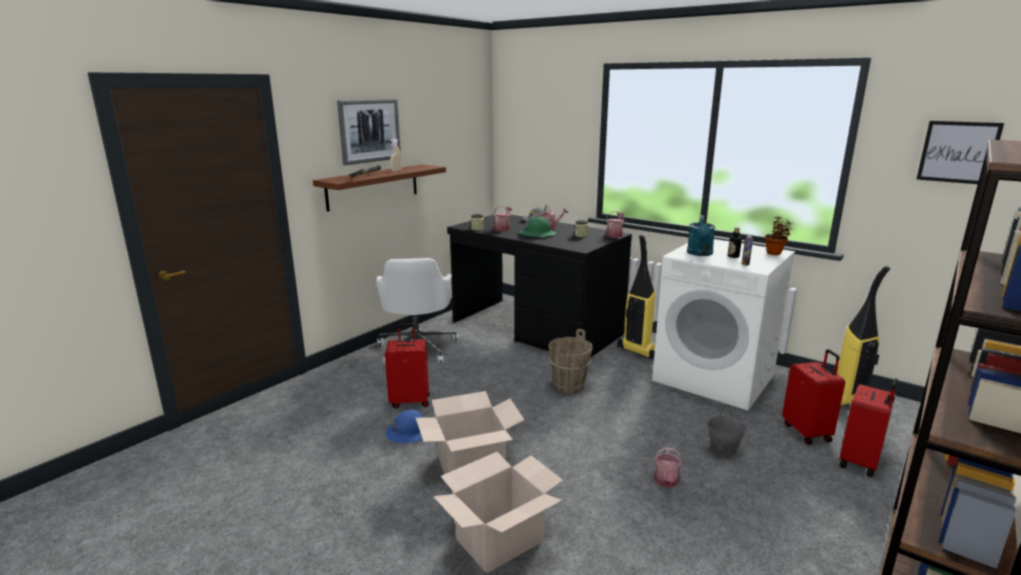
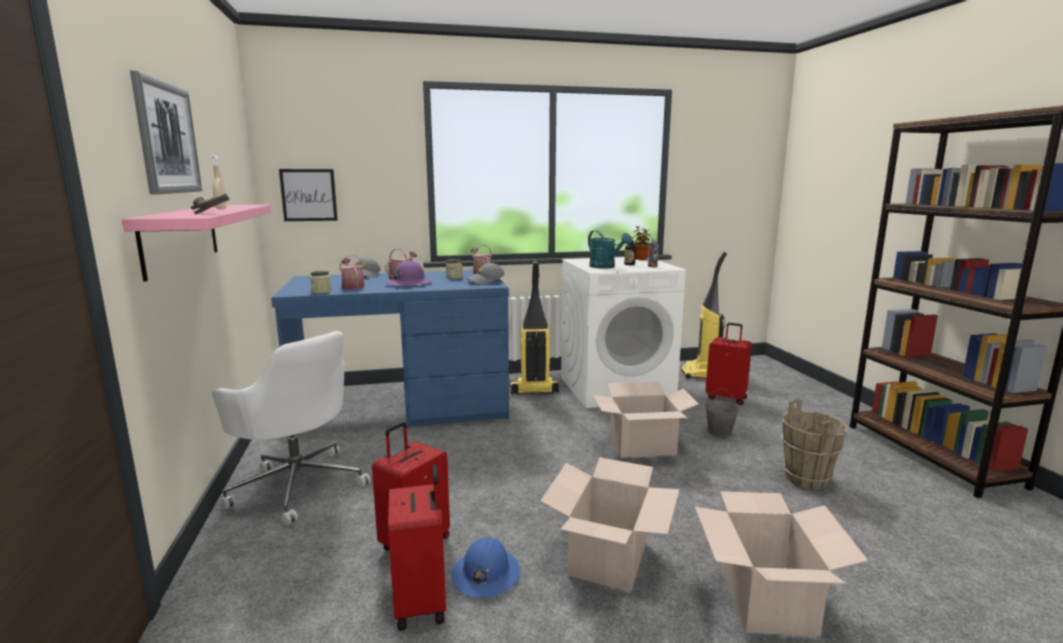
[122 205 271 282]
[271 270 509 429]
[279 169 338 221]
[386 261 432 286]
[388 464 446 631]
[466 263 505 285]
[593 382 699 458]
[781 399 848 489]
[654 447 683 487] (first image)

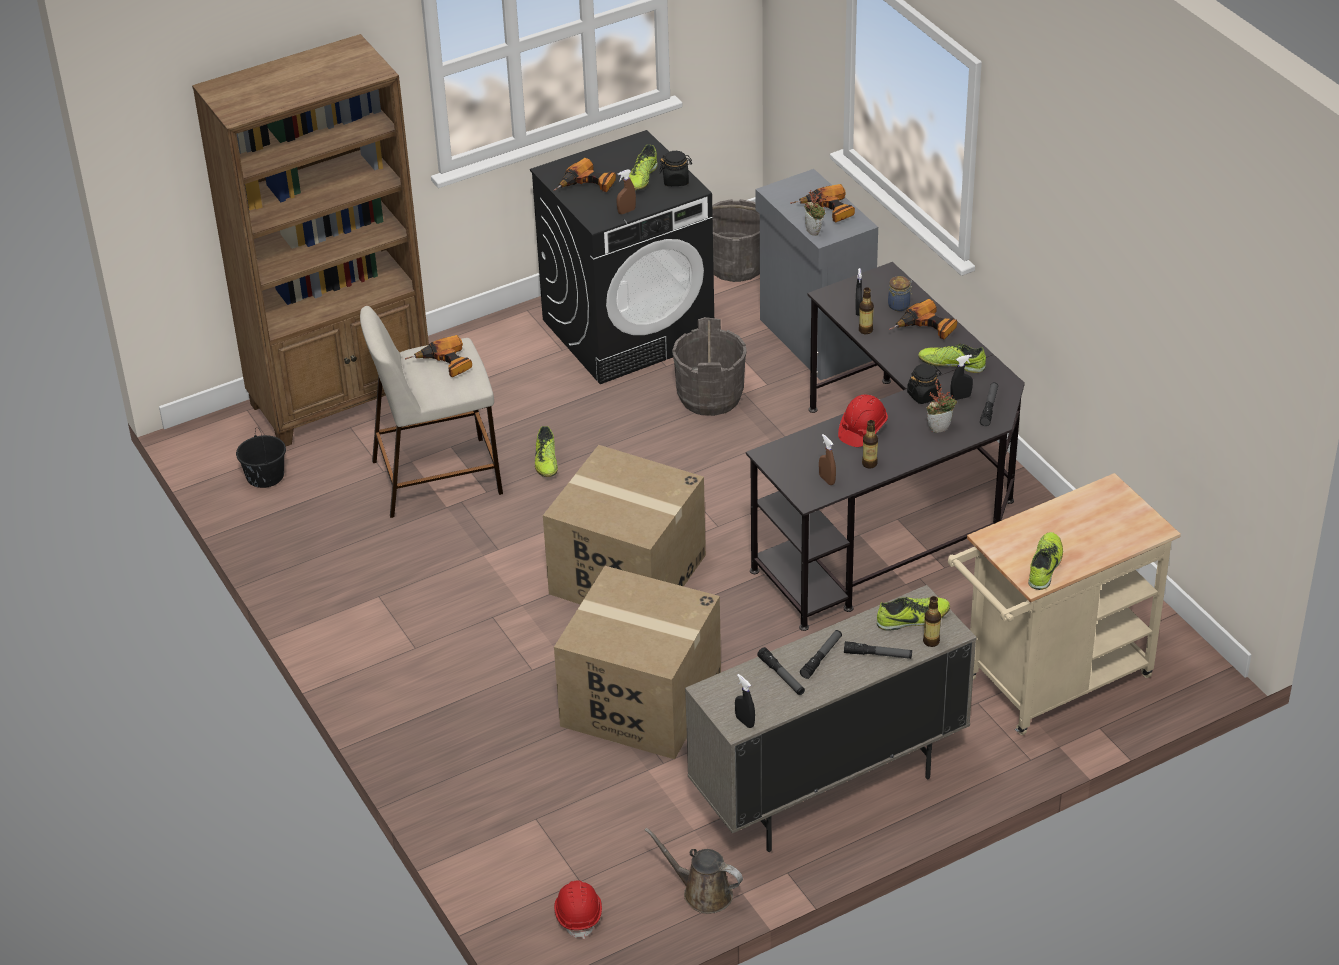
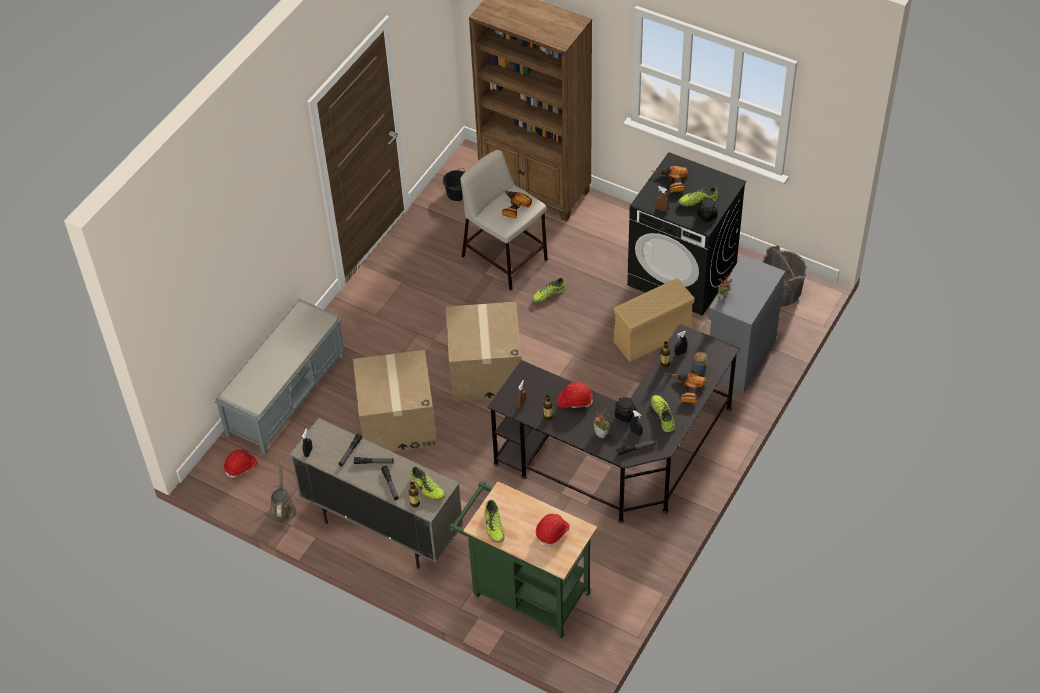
[215 299 345 455]
[449 481 597 638]
[485 500 505 543]
[536 514 570 547]
[613 278 695 362]
[791 184 855 222] (first image)

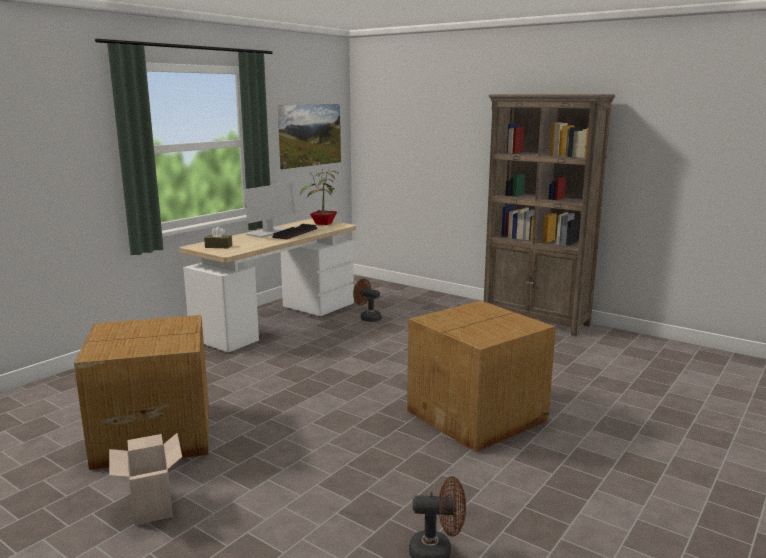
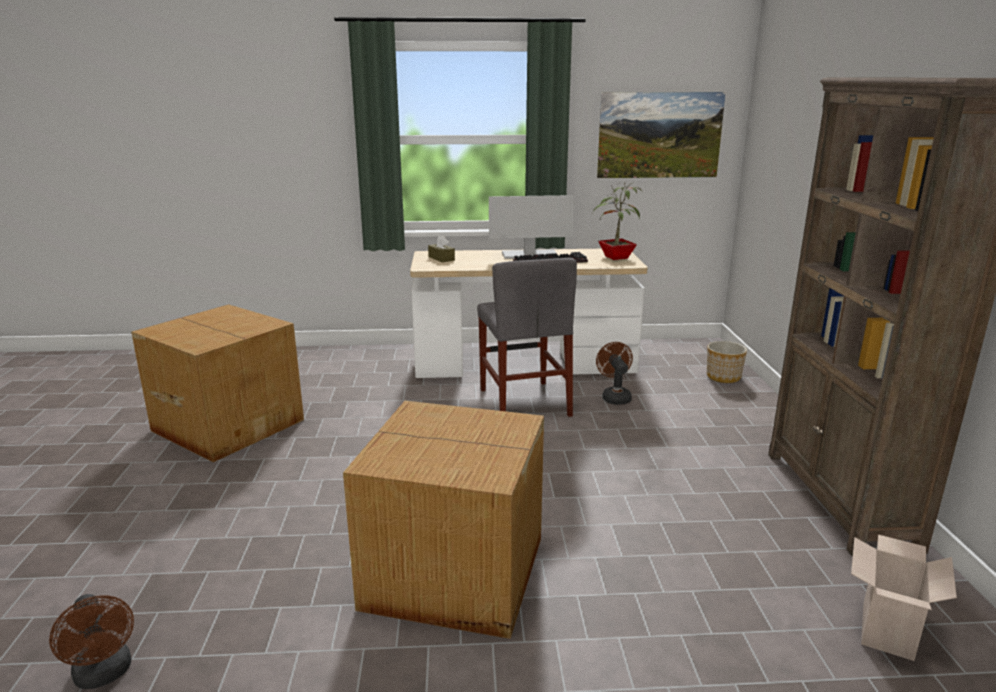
[477 258 577 417]
[707 341 747 383]
[851 535 957 661]

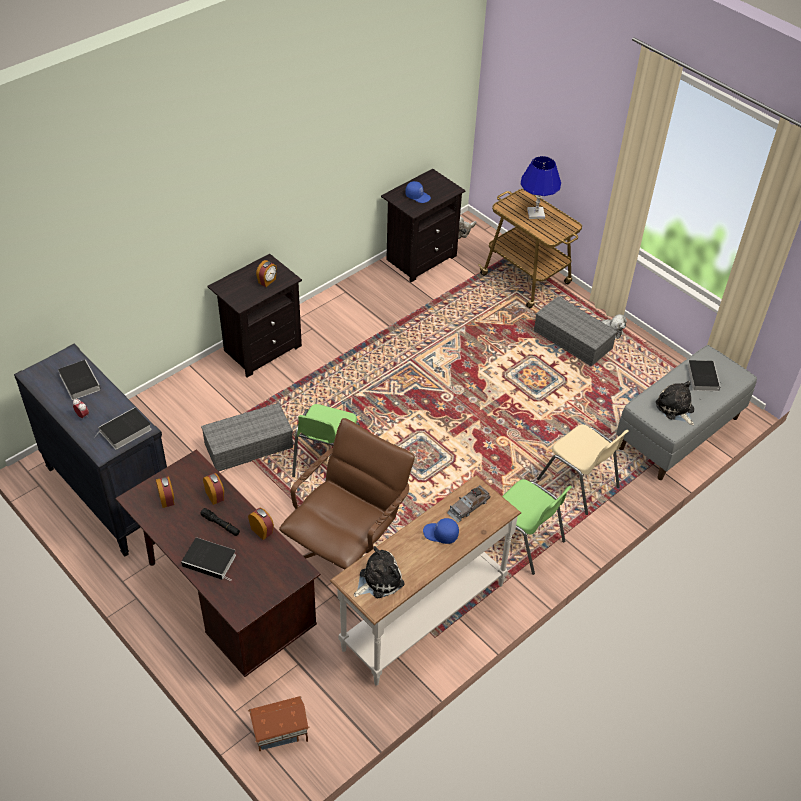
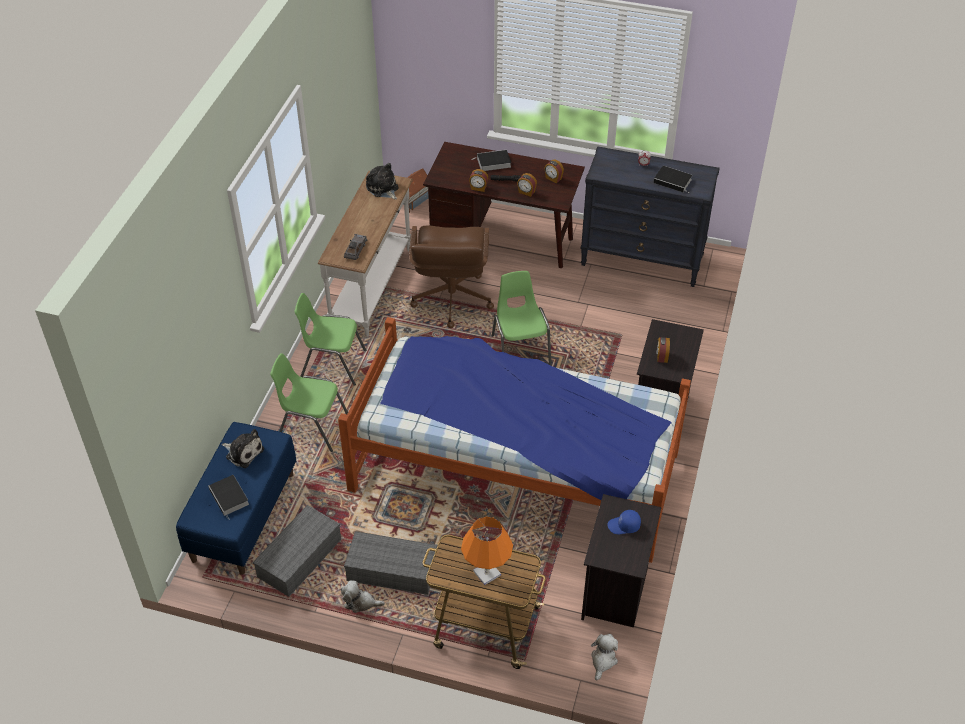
[176 422 296 575]
[253 505 341 597]
[270 353 348 452]
[338 317 691 563]
[366 163 399 200]
[461 517 513 585]
[94 407 152 450] (first image)
[423 518 459 544] (first image)

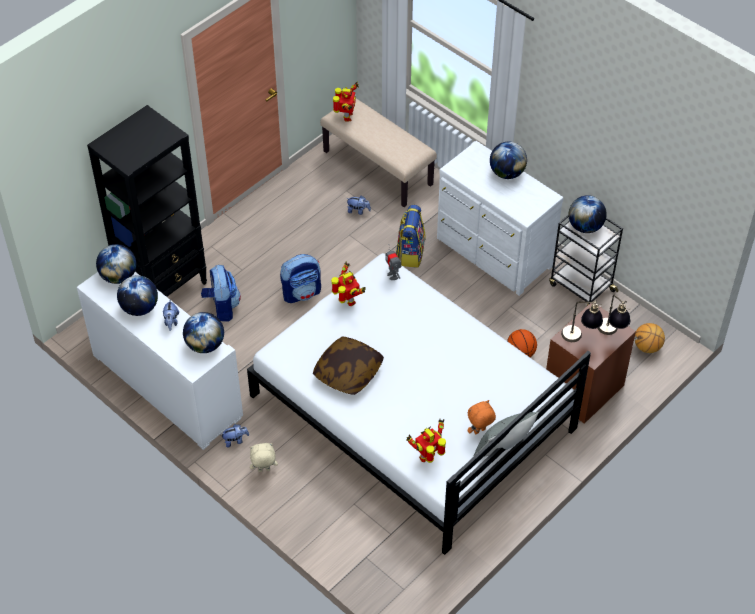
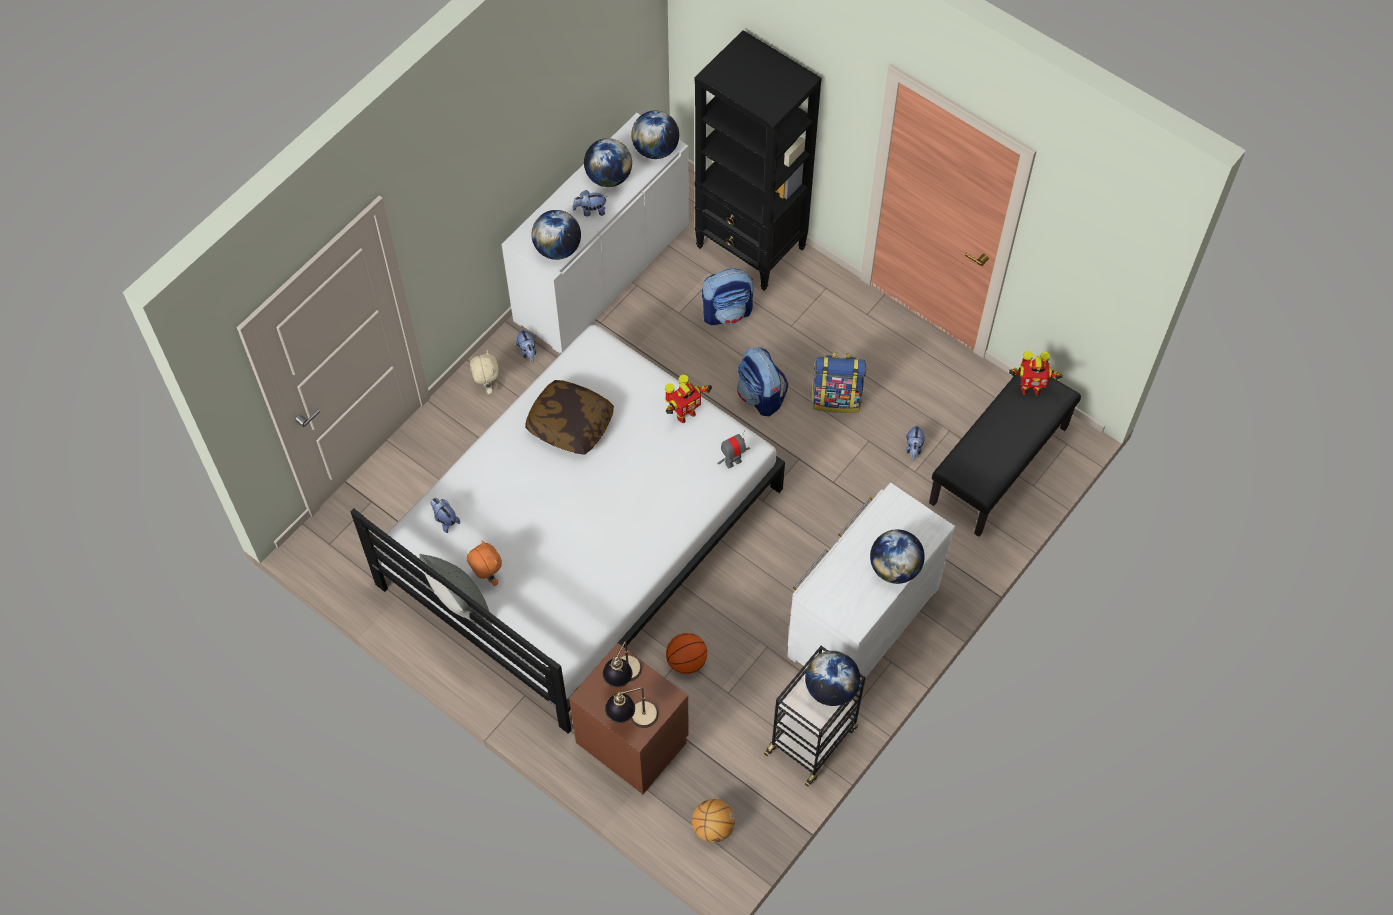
[431 498 460 533]
[812 353 866 413]
[929 375 1081 537]

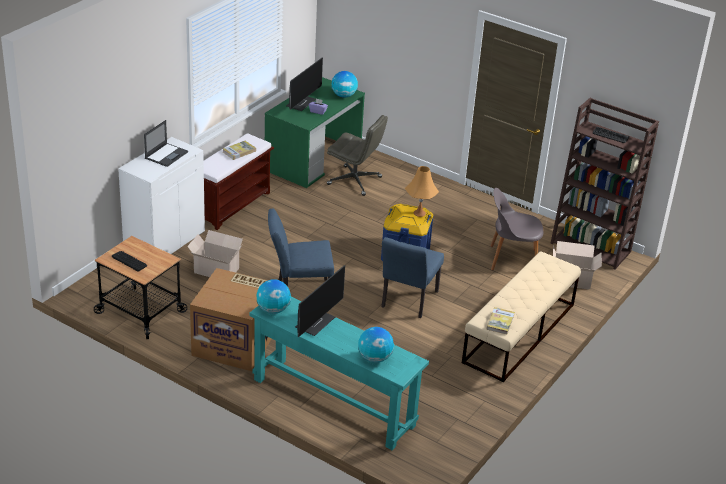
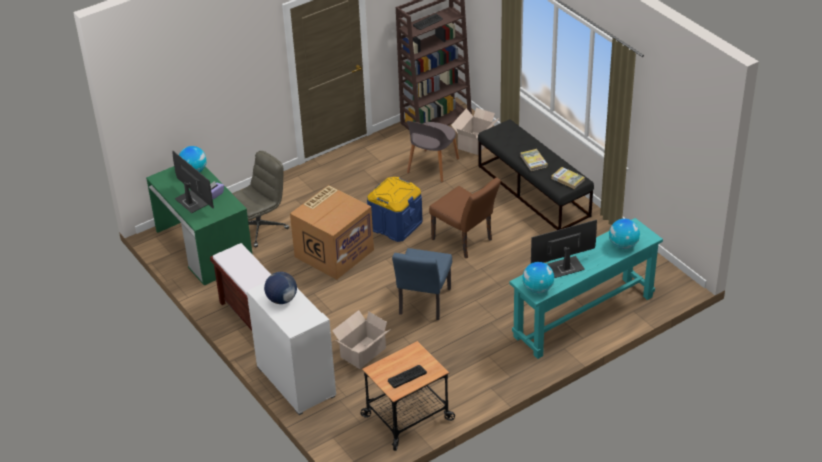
[264 272 297 304]
[290 185 374 280]
[429 178 501 259]
[478 120 594 230]
[520 149 548 171]
[531 220 597 278]
[405 166 439 217] (first image)

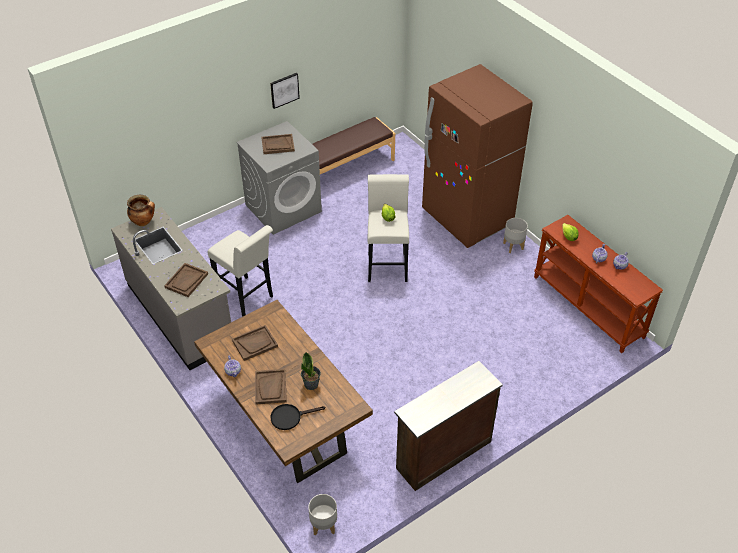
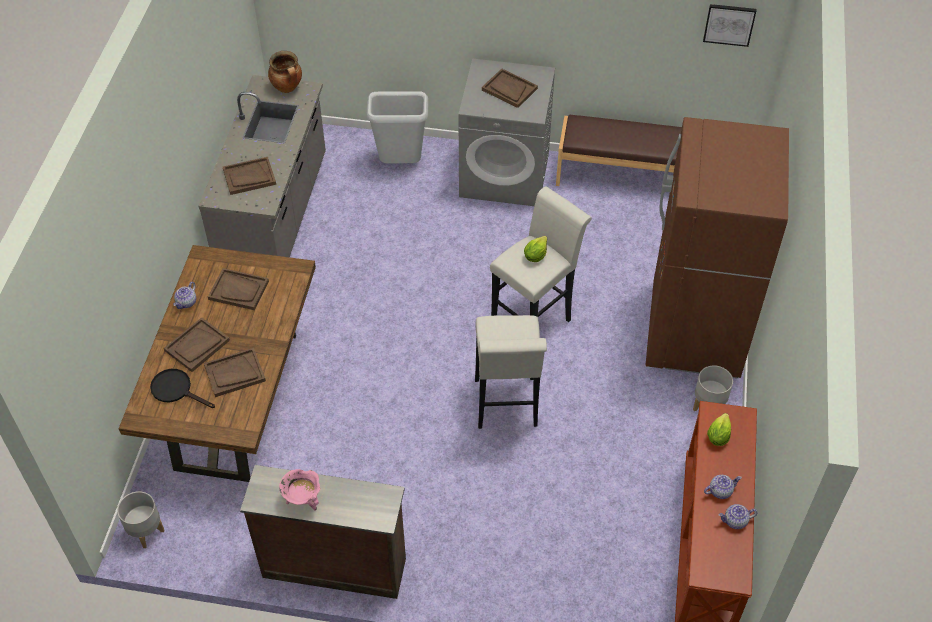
[204 348 266 397]
[279 469 320 511]
[367 91 428 163]
[475 315 547 429]
[703 4 756 47]

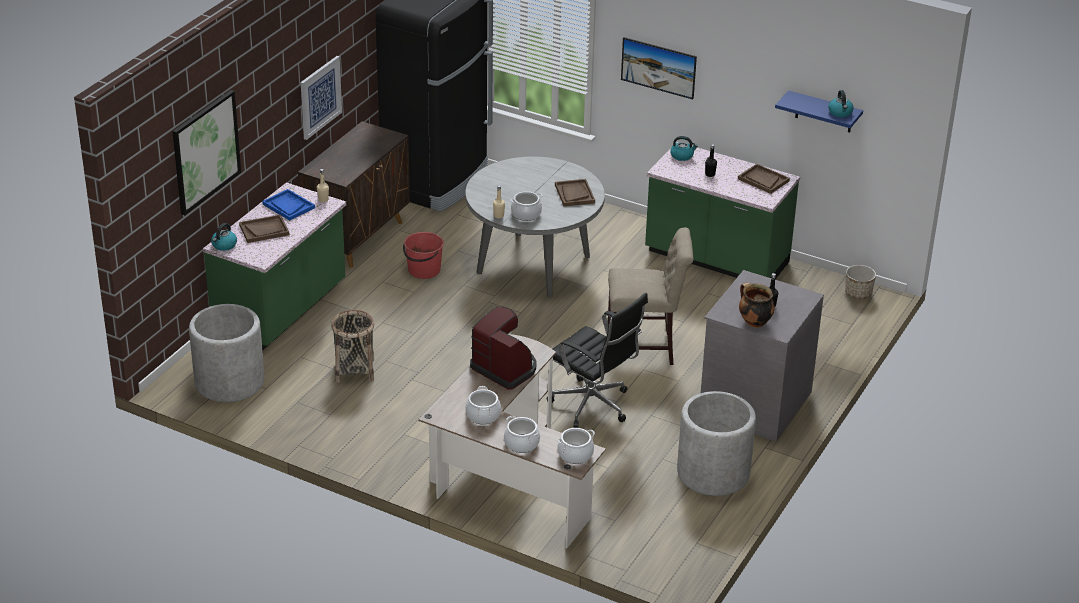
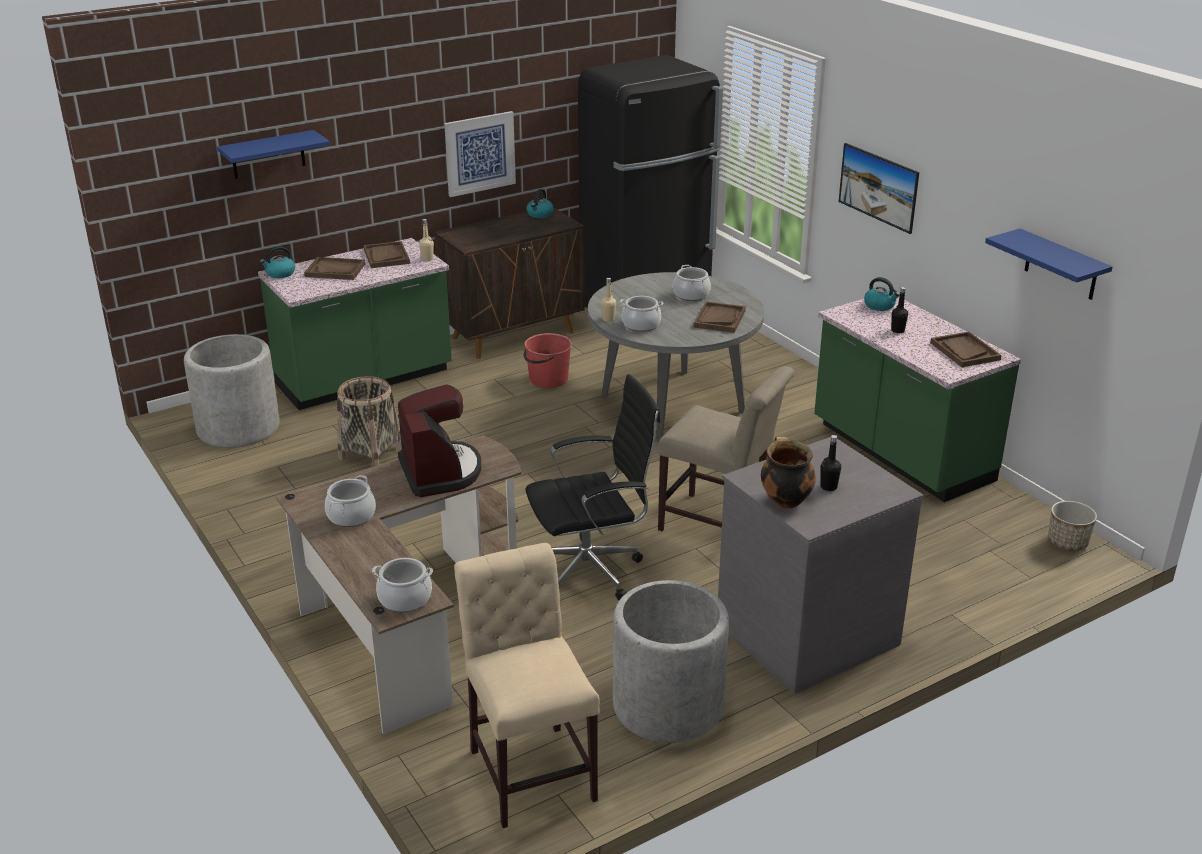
[217 130 330 179]
[363 241 410 268]
[454 543 600 828]
[525 374 660 600]
[527 189 554 218]
[673 265 711 301]

